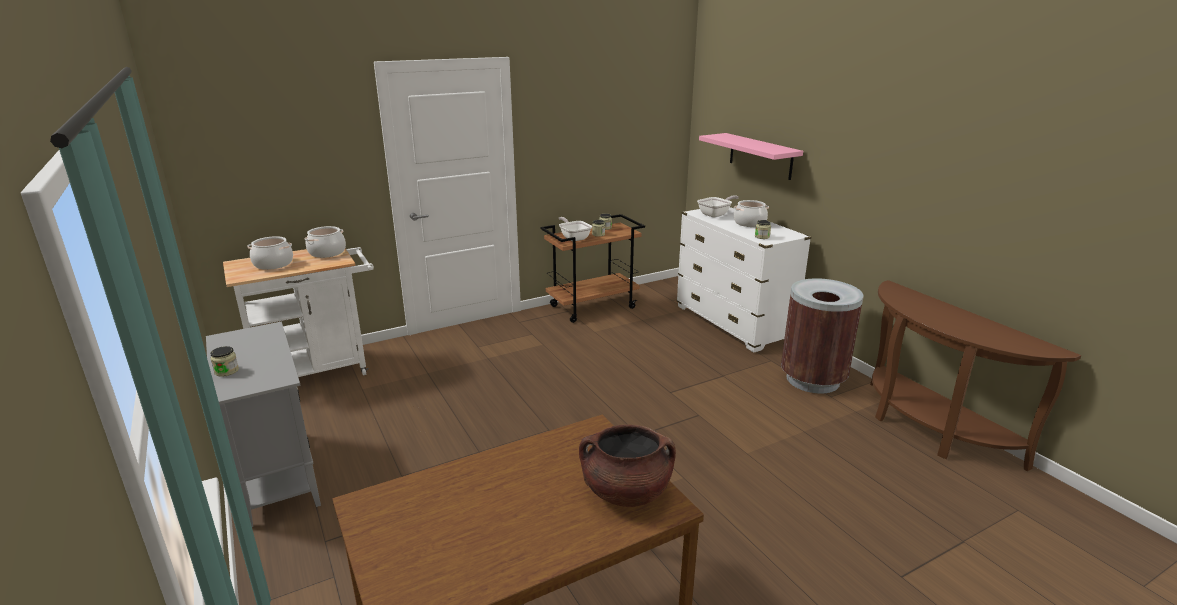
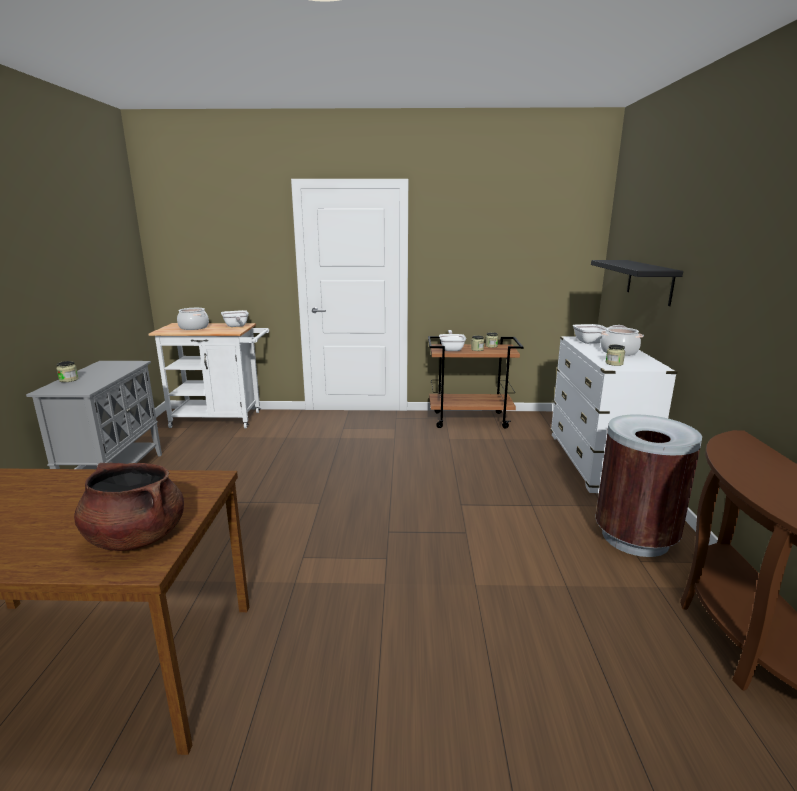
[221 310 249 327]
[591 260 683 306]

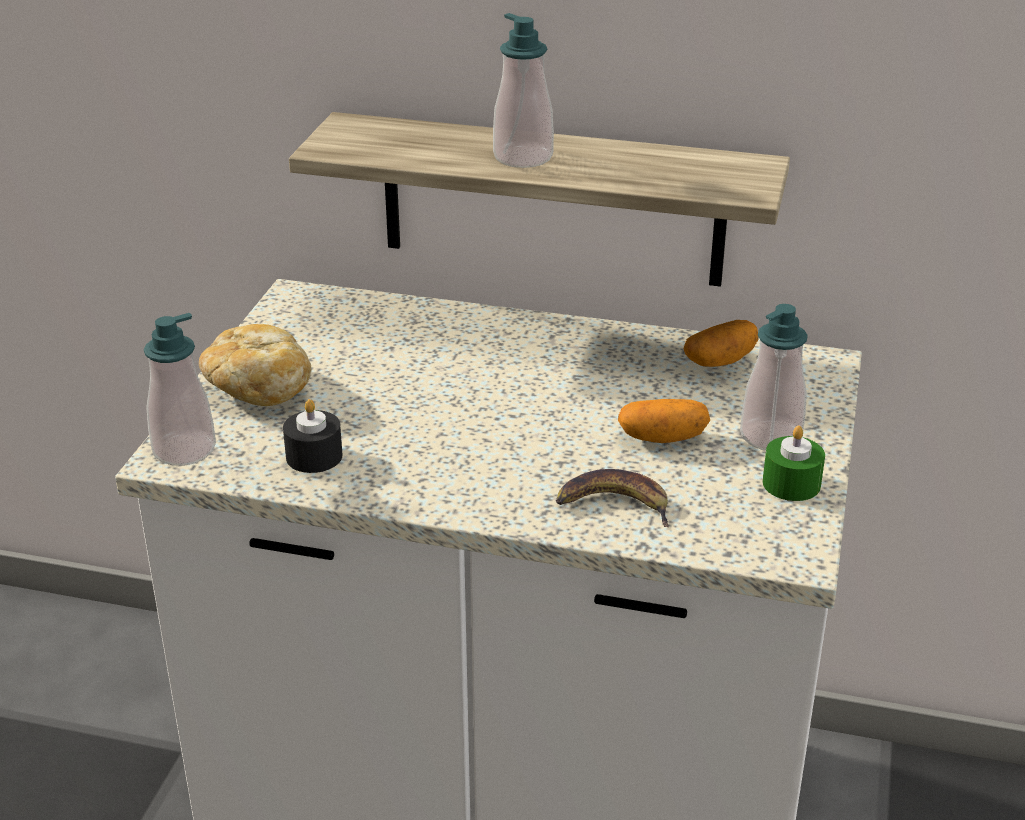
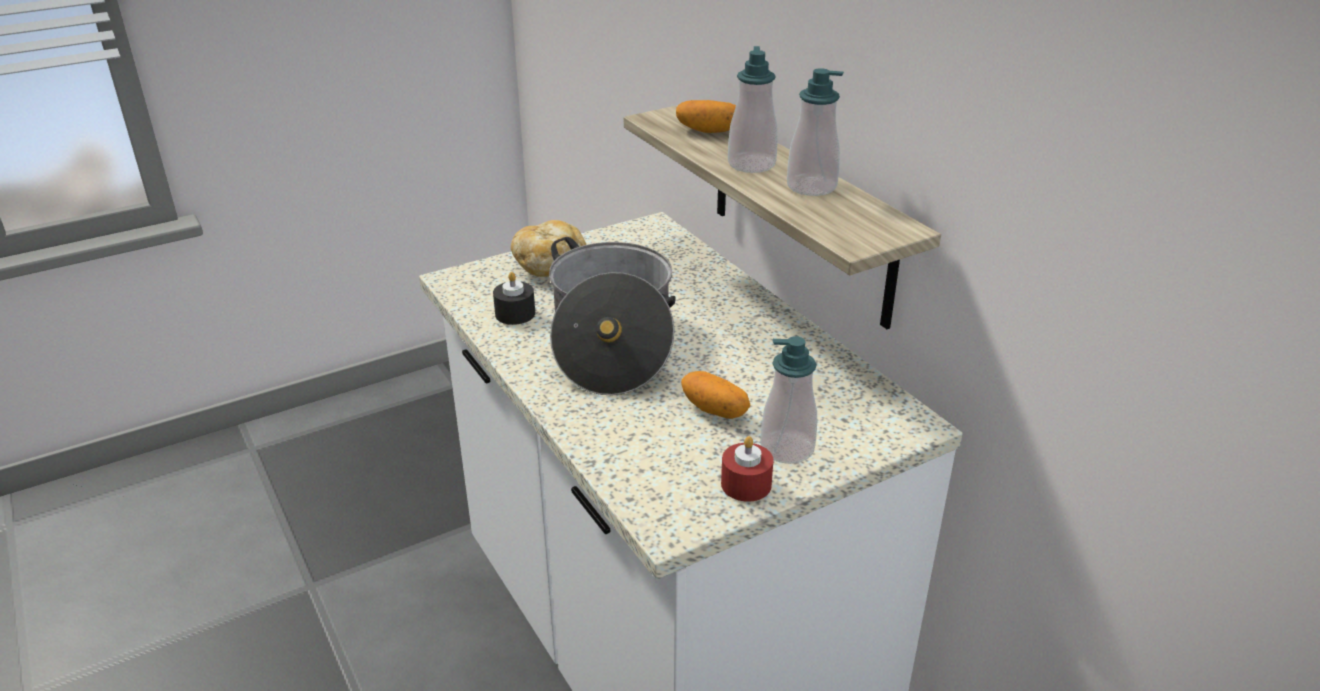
[549 237 675 395]
[676 100 736 133]
[721 436 774 502]
[787 68 844 196]
[556 469 669 527] (first image)

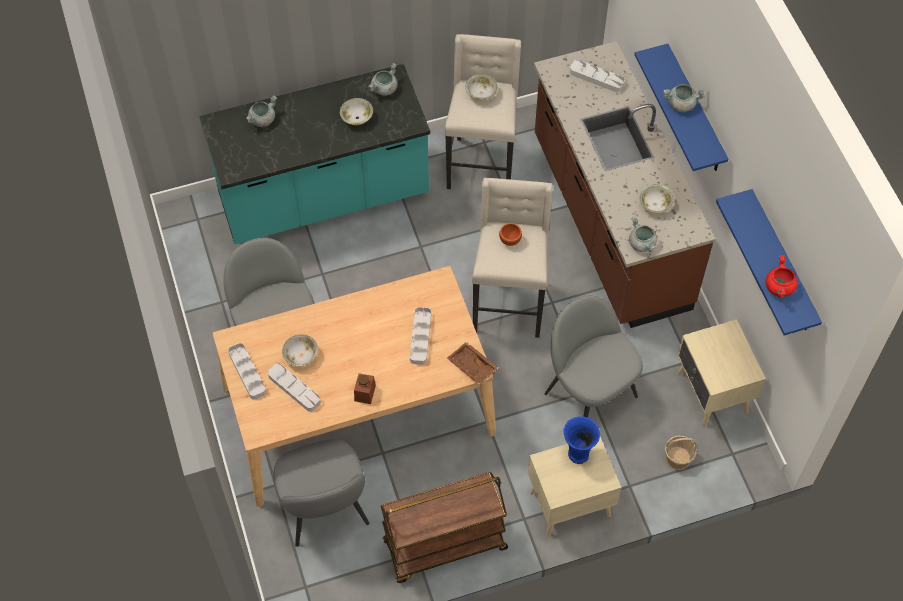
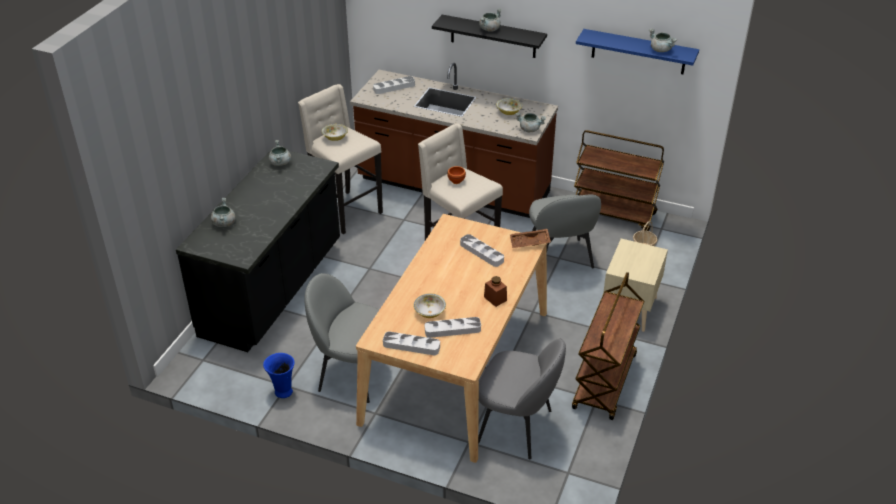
[176 147 340 352]
[263 353 295 398]
[432 15 547 58]
[529 195 601 269]
[574 130 664 231]
[649 29 678 52]
[340 98 373 125] (first image)

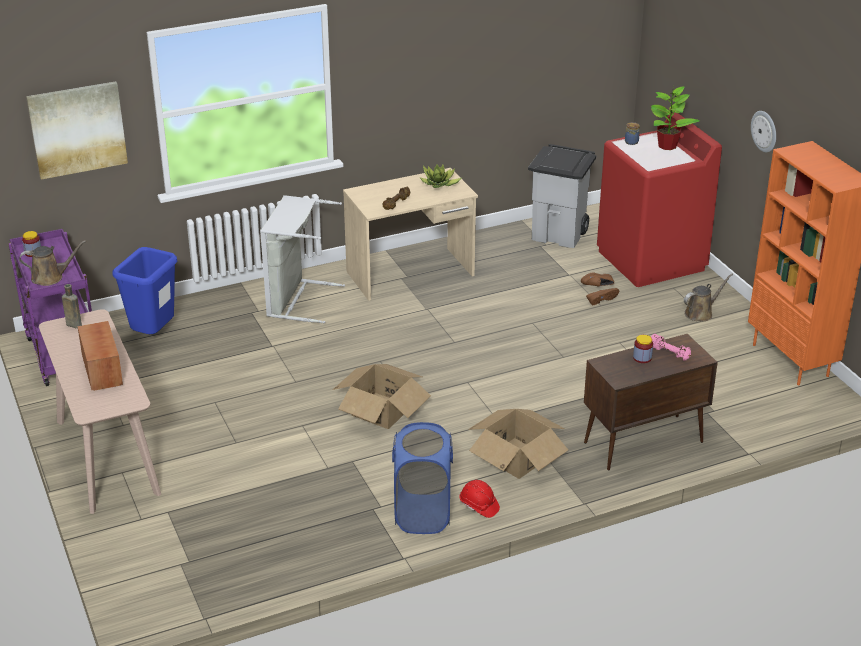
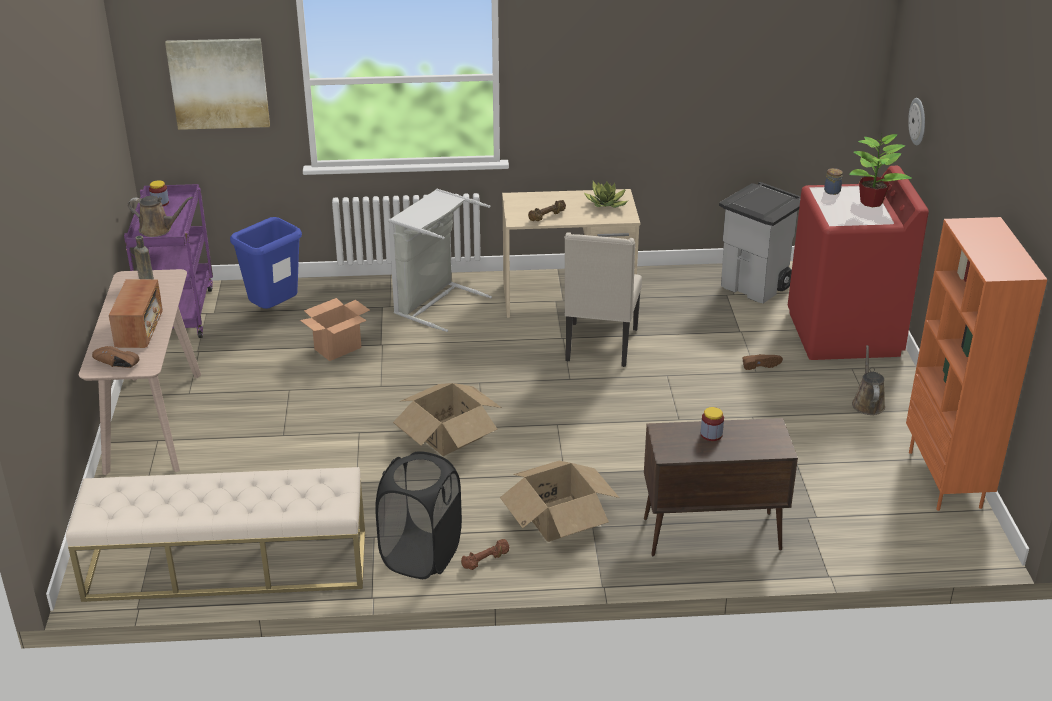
[66 467 365 602]
[92 346 139 368]
[300 298 370 361]
[375 451 462 579]
[461 539 510 570]
[565 232 642 367]
[852 345 885 415]
[908 98 925 145]
[651 334 691 361] (first image)

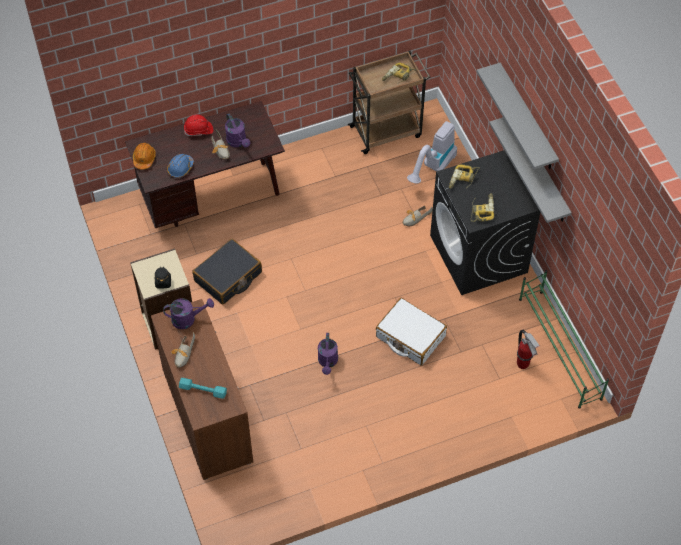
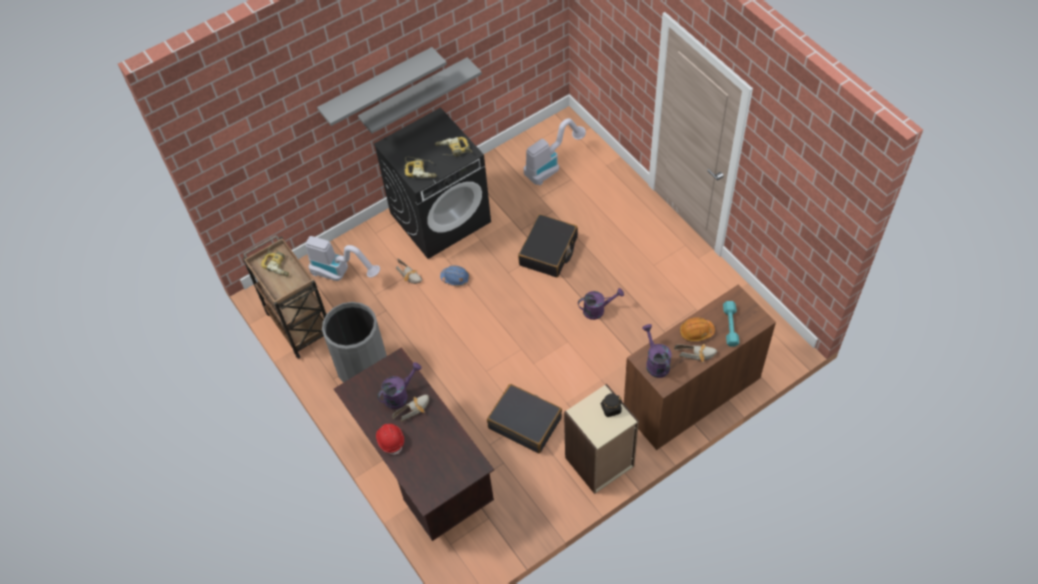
[322 302 387 383]
[440 266 470 286]
[518 214 578 277]
[524 118 586 185]
[680 317 715 342]
[519 270 609 409] (first image)

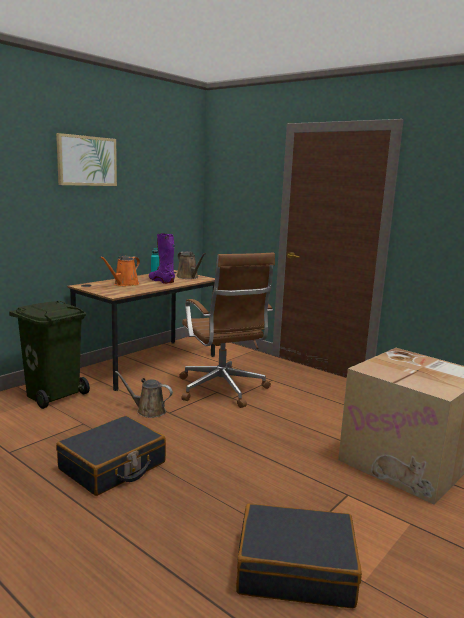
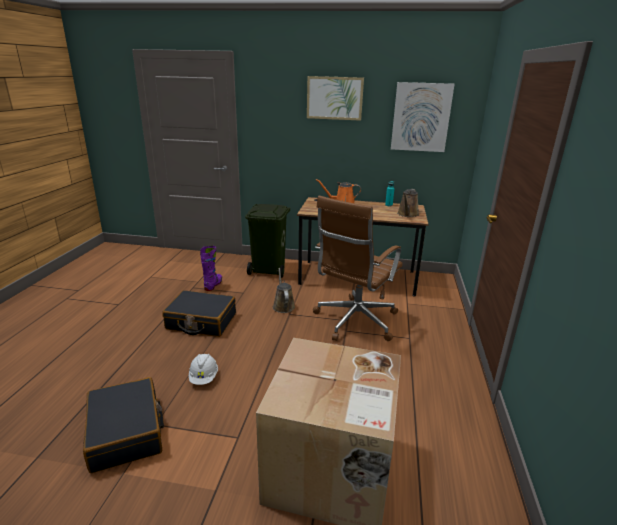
[189 354 218 385]
[200 246 222 291]
[391 82 455 152]

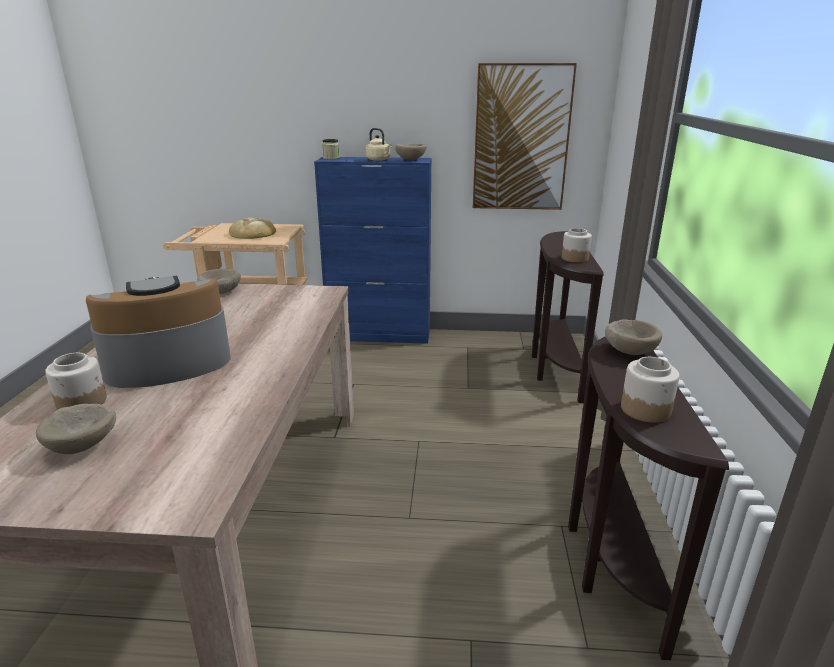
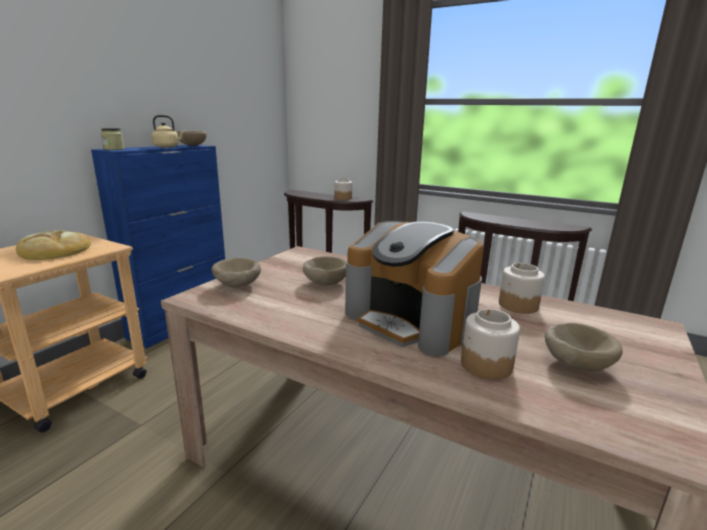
[303 256 347 285]
[345 221 484 356]
[499 263 545 314]
[473 63 577 210] (first image)

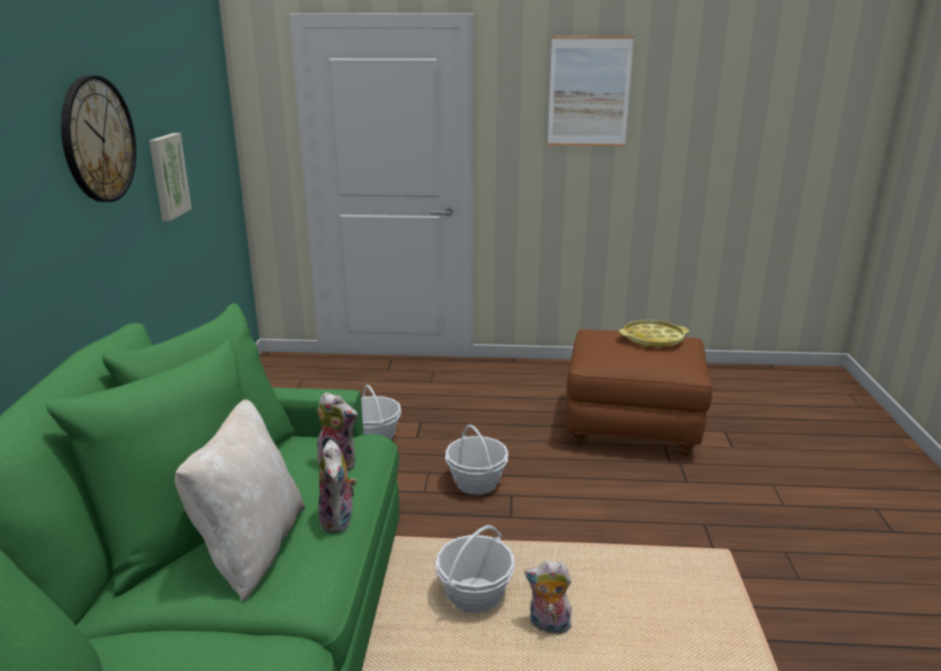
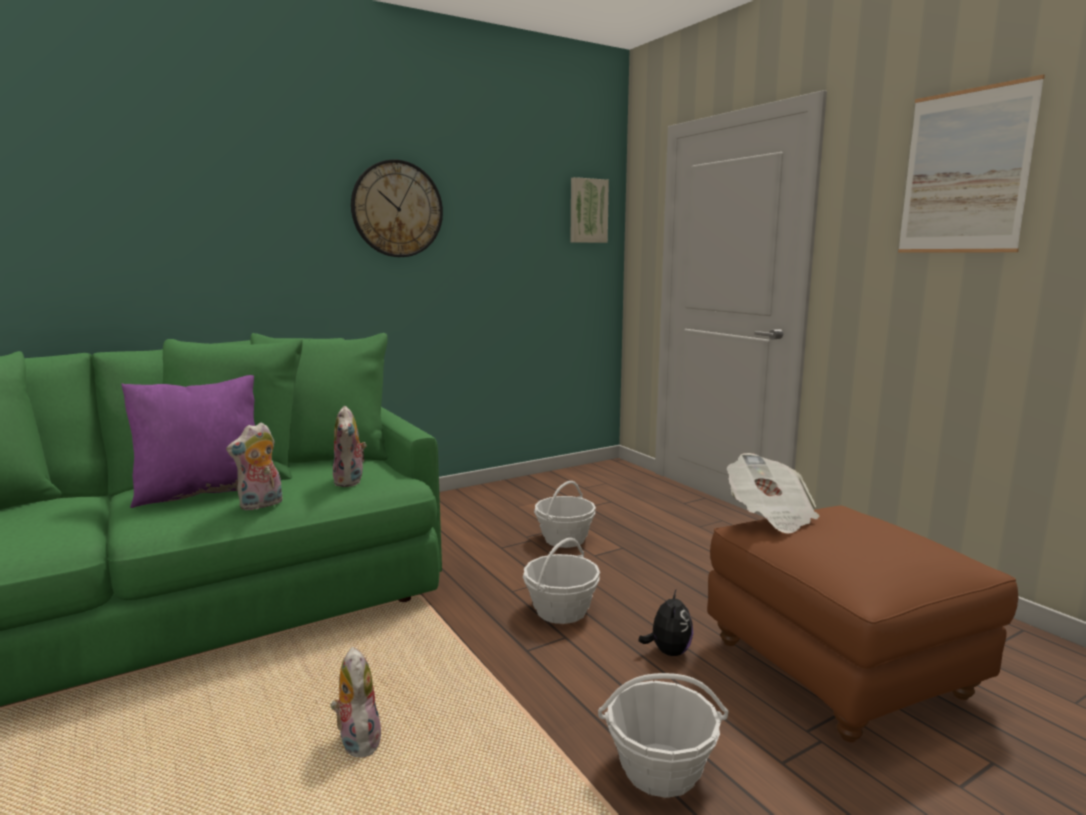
[121 375 255 508]
[571 177 609 243]
[598 673 729 798]
[639 590 693 656]
[727 453 820 534]
[619 320 689 348] (first image)

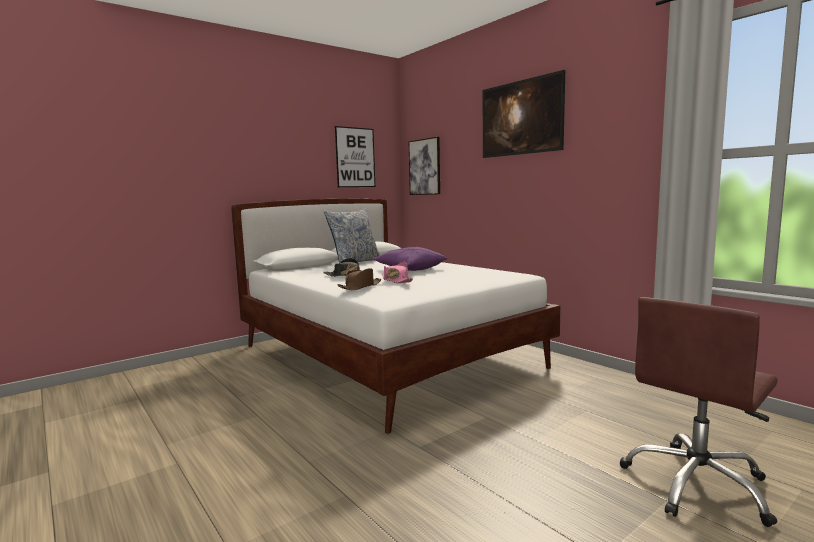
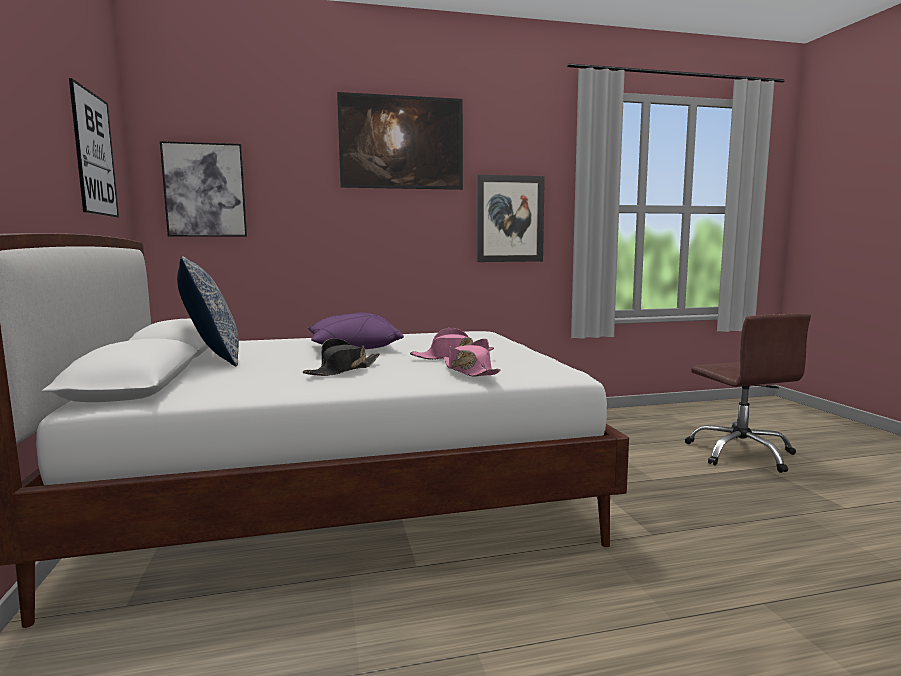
[444 339 501 377]
[476 175 545 262]

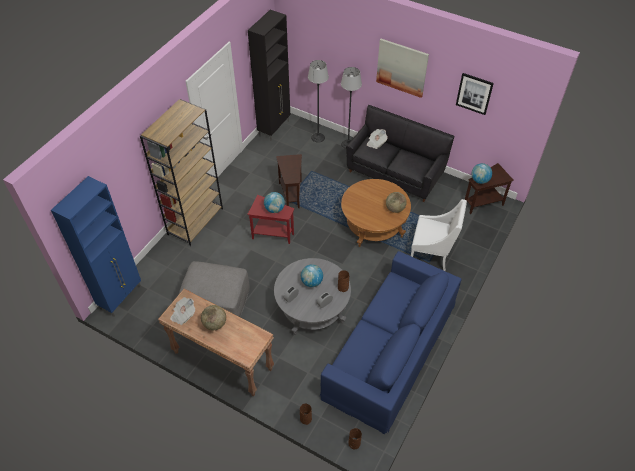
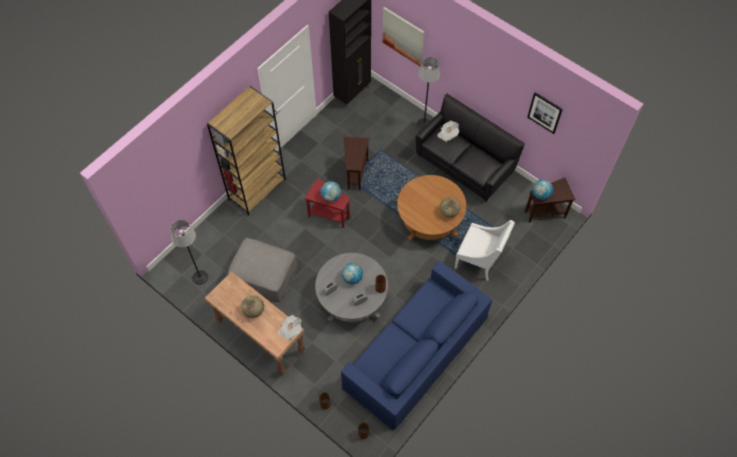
[171 220 208 285]
[278 315 302 341]
[382 7 424 66]
[51 176 141 317] (first image)

